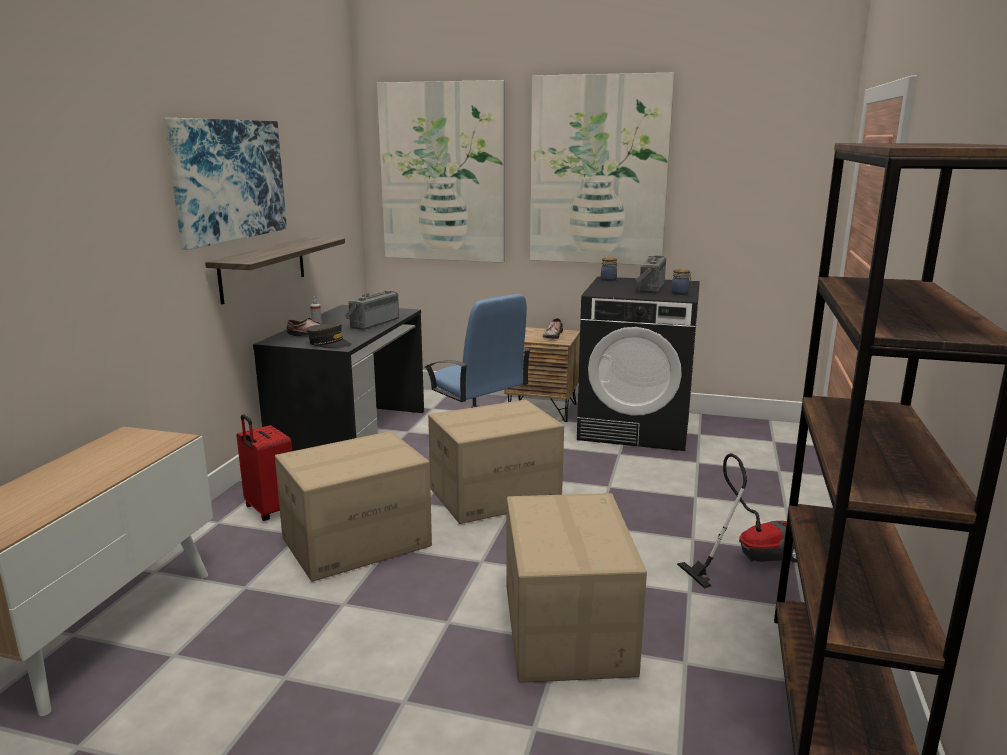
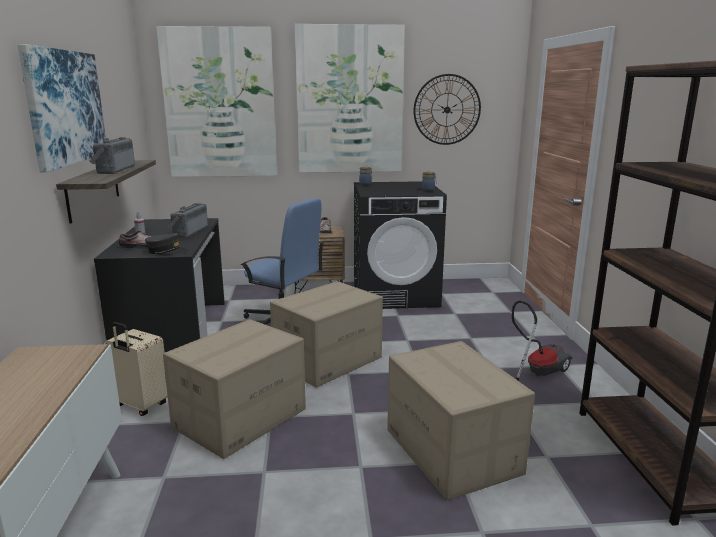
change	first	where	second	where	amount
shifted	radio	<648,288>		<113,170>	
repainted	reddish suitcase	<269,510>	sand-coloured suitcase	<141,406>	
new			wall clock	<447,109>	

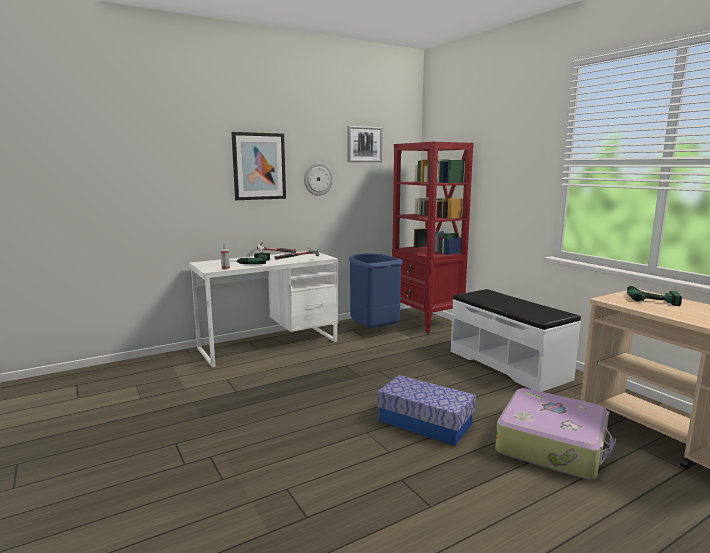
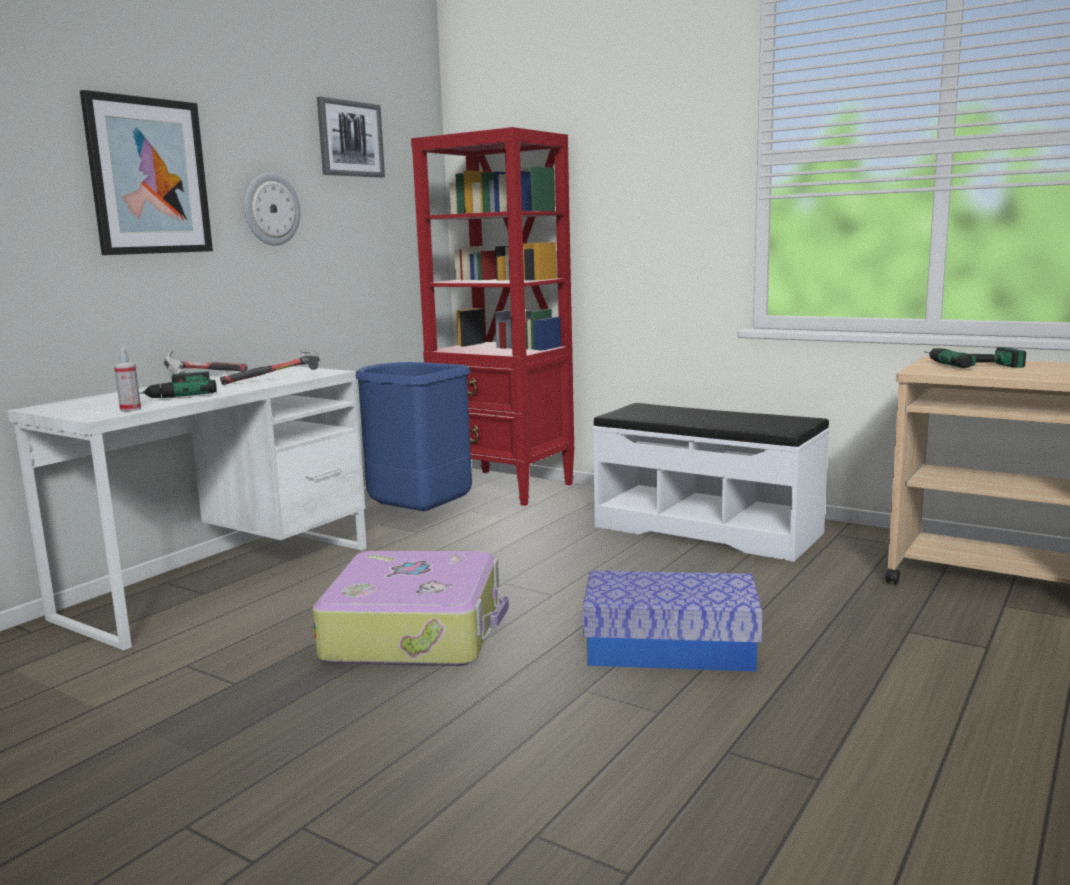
change	first	where	second	where	amount
shifted	suitcase	<552,445>		<416,631>	

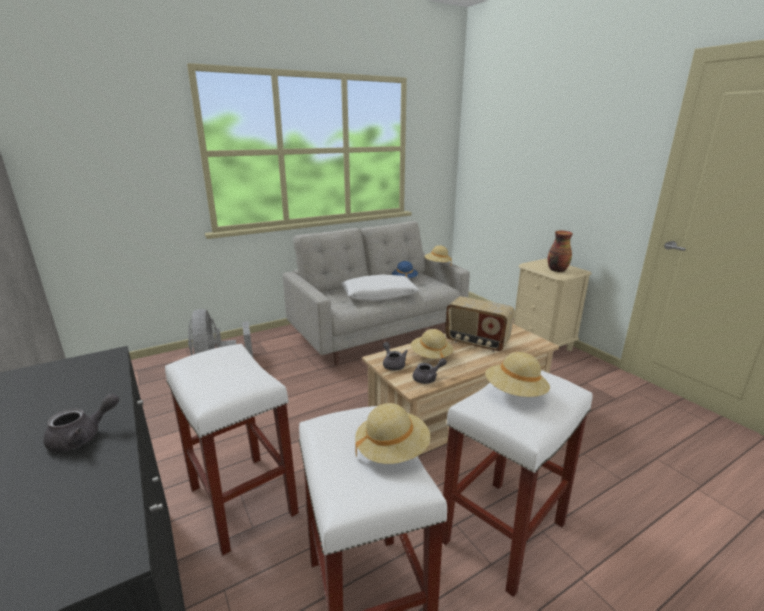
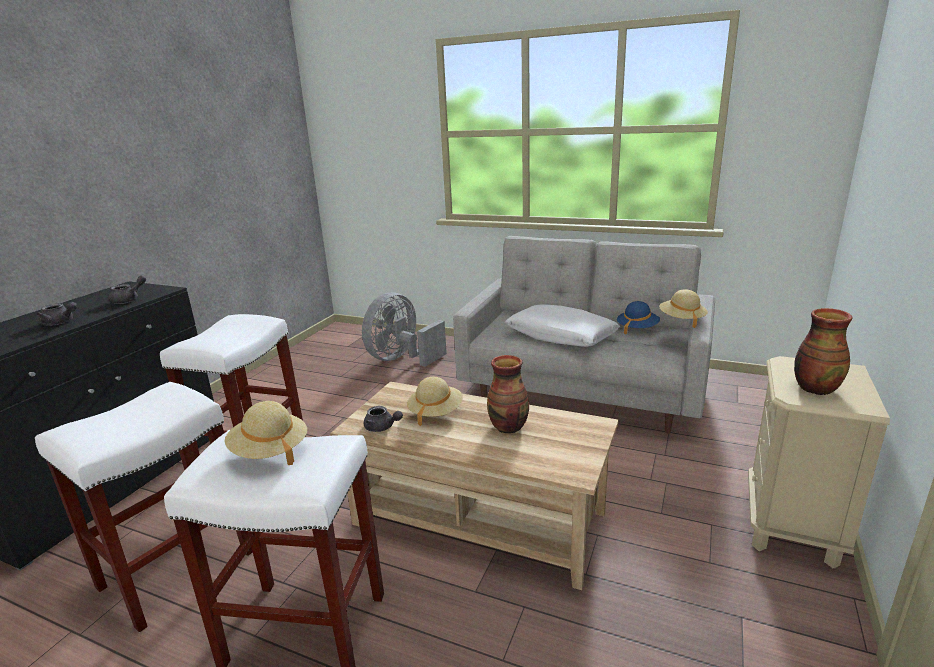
change	first	where	second	where	amount
shifted	grey pot for tea	<393,364>		<129,300>	
swapped	radio	<476,343>	flower vase	<509,427>	
gone	sand-coloured hat	<392,451>			

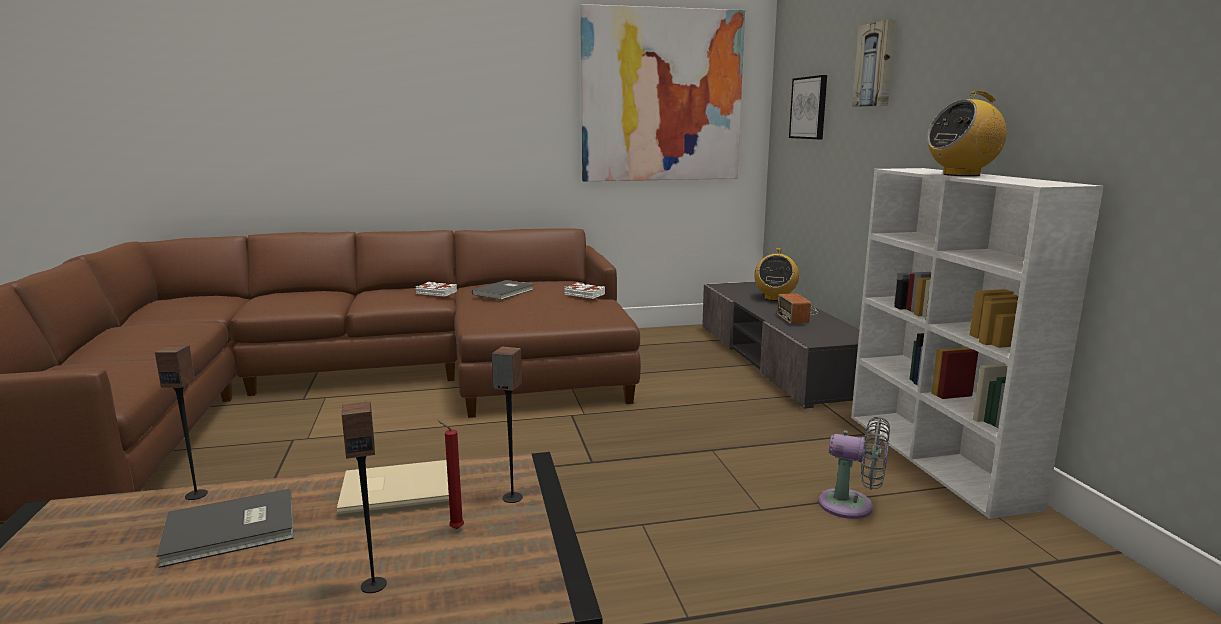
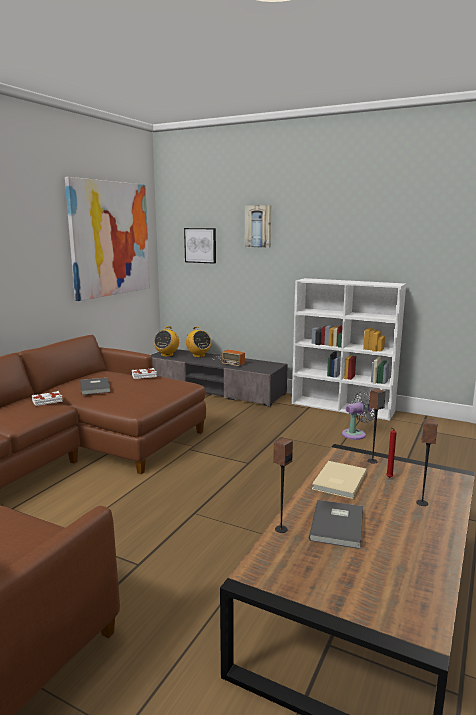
change	first	where	second	where	amount
shifted	radio	<961,175>		<167,355>	

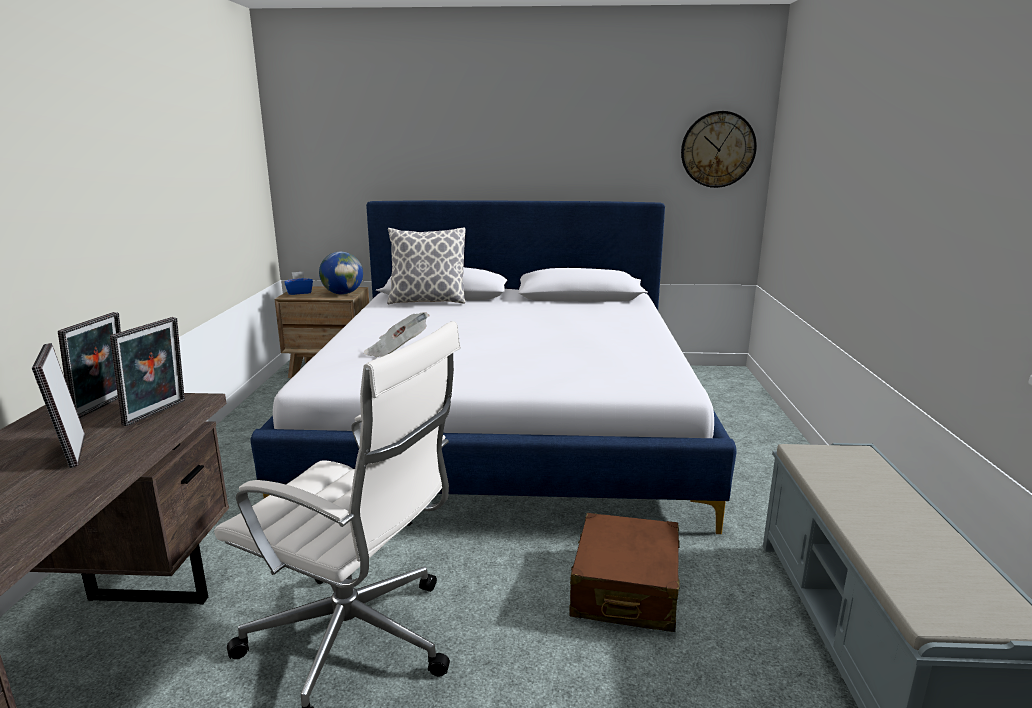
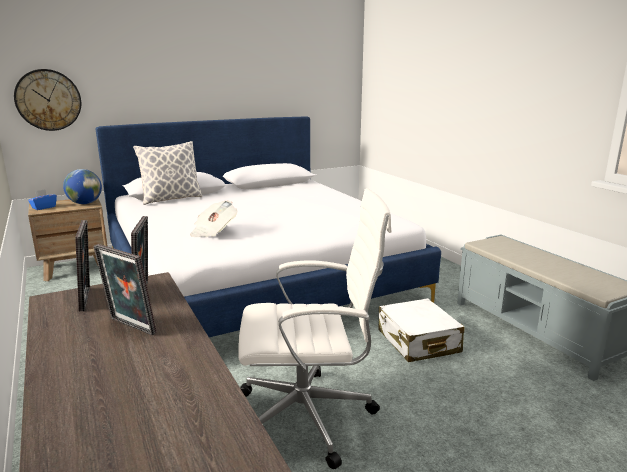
change	first	where	second	where	amount
shifted	wall clock	<718,149>		<48,100>	
repainted	brown-coloured suitcase	<625,589>	white-coloured suitcase	<418,341>	

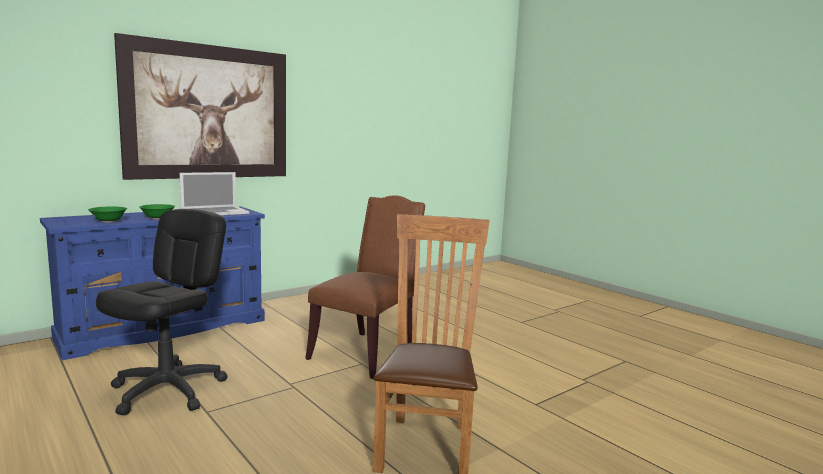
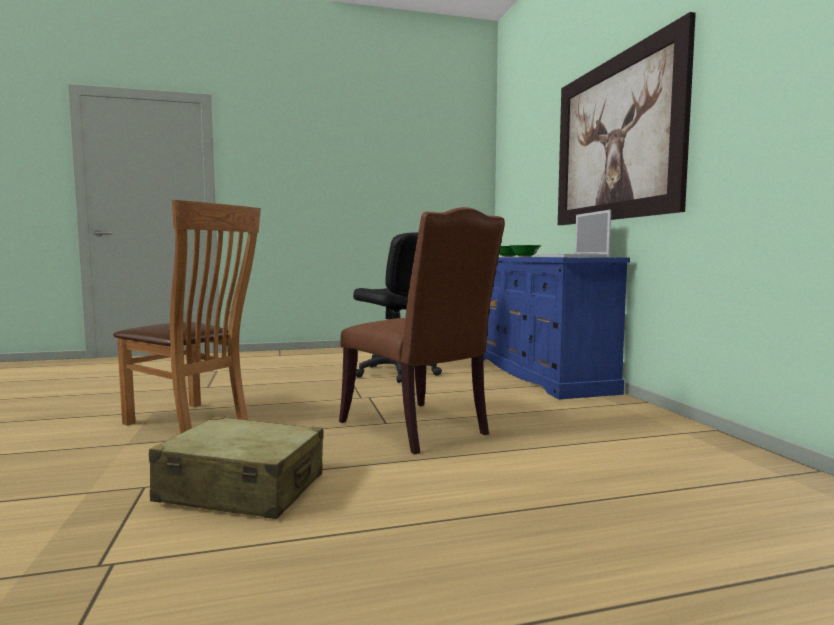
change	first	where	second	where	amount
new			sand-coloured suitcase	<242,489>	

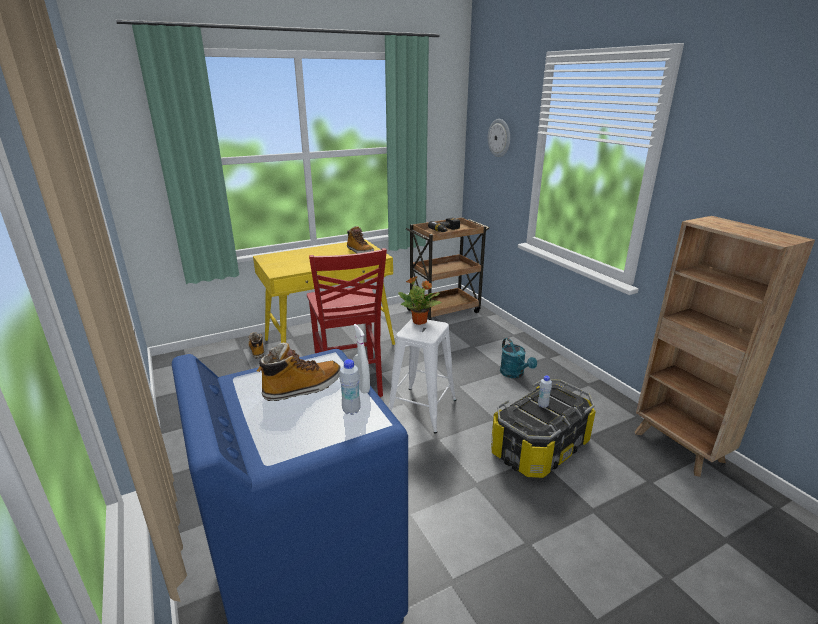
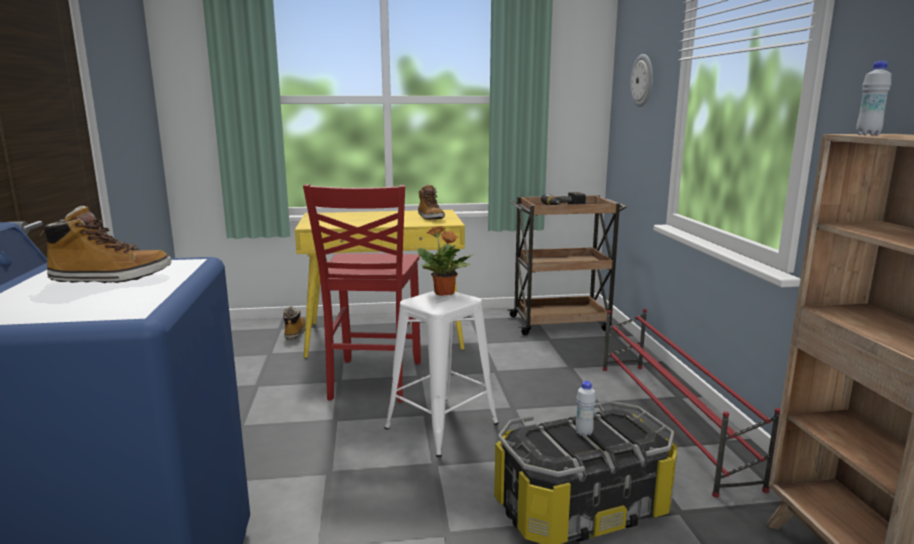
change	first	where	second	where	amount
new			reddish shoe rack	<670,420>	
shifted	white-coloured drink bottle	<351,410>		<867,135>	
gone	white-coloured sprayer	<362,387>			
gone	turquoise watering pot	<514,374>			

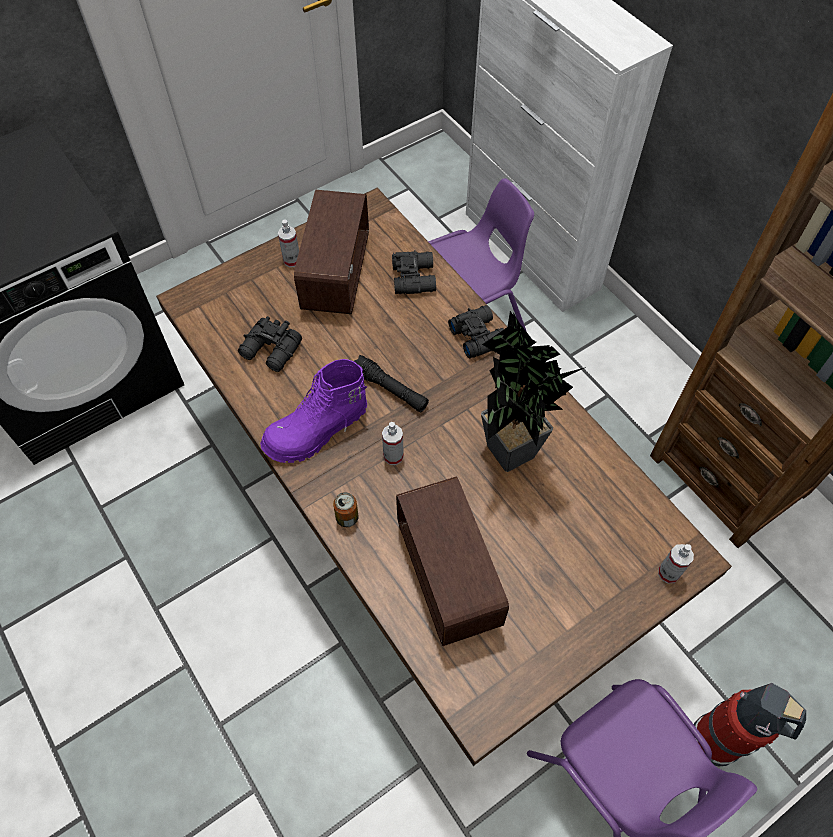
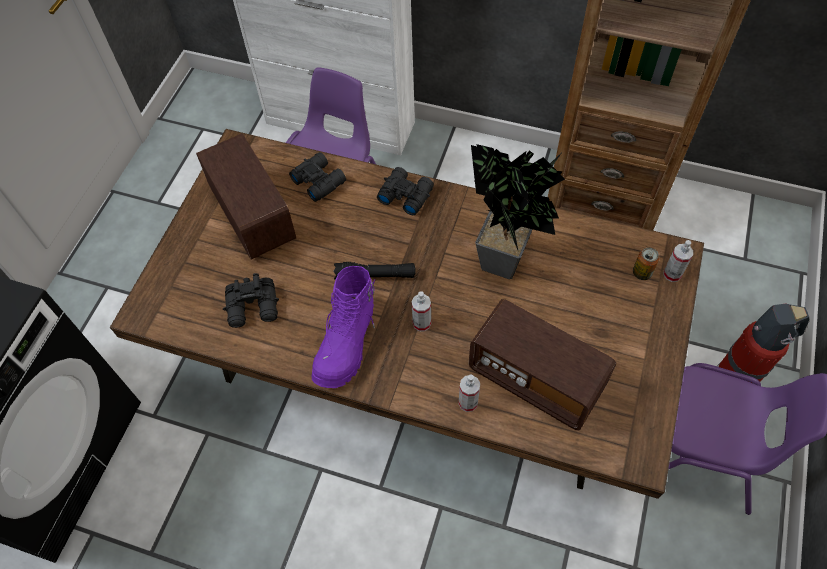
change	first	where	second	where	amount
shifted	sprayer	<292,260>		<468,402>	
shifted	can	<347,518>		<642,273>	

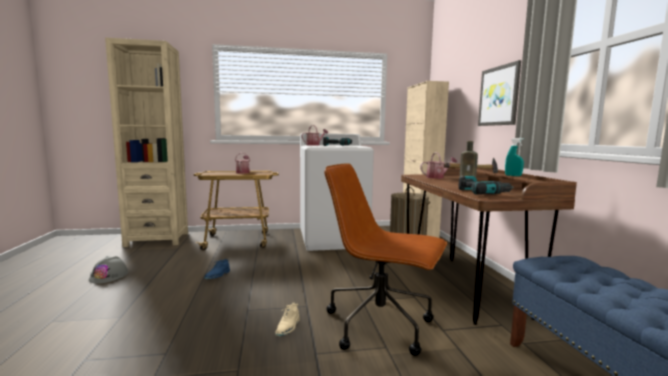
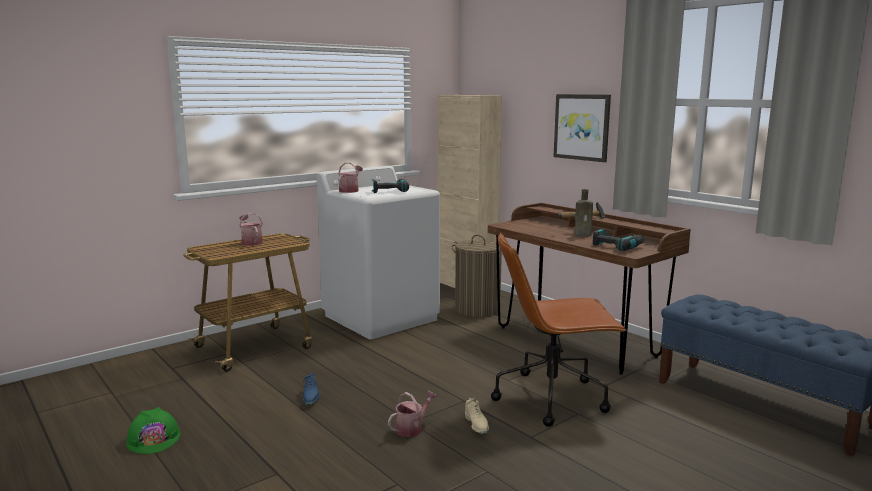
change	first	where	second	where	amount
repainted	grey work helmet	<109,276>	green work helmet	<154,439>	
shifted	watering pot	<437,177>		<412,428>	
gone	sand-coloured bookcase	<157,239>			
gone	turquoise sprayer	<513,175>			

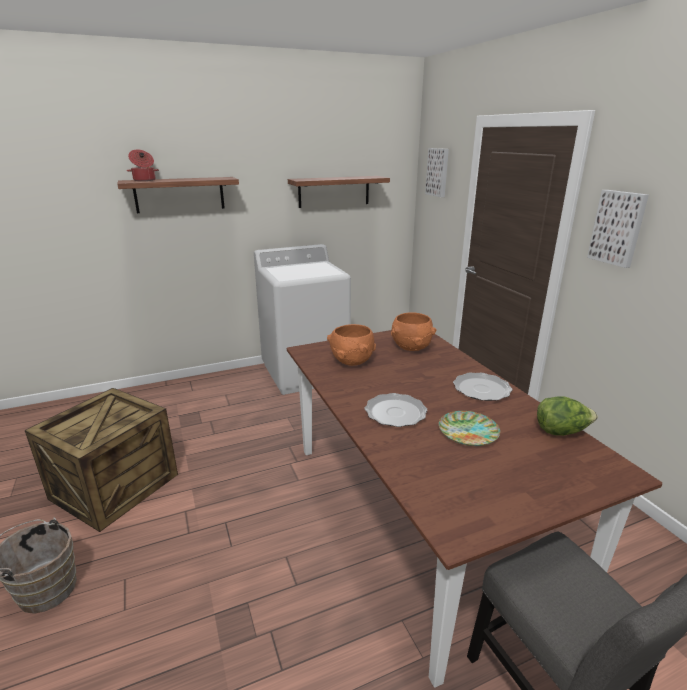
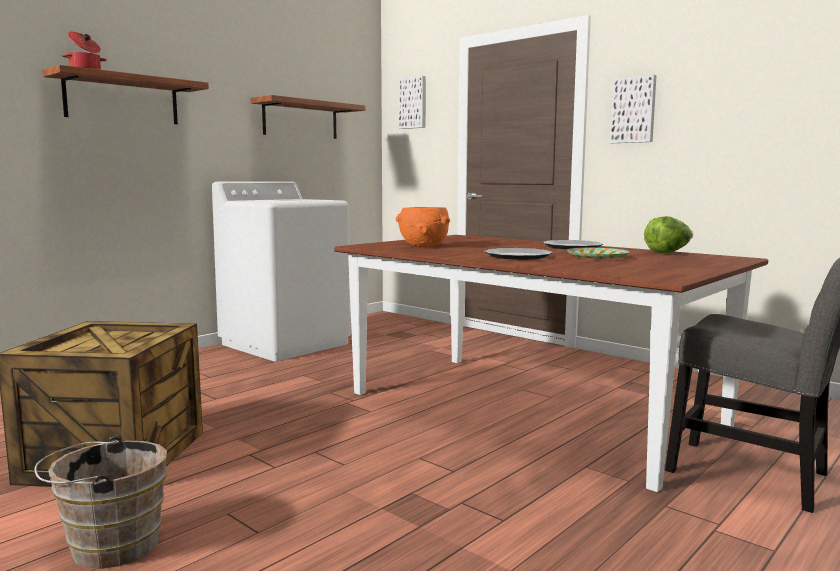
change	first	where	second	where	amount
gone	orange-coloured deep dish	<411,347>			

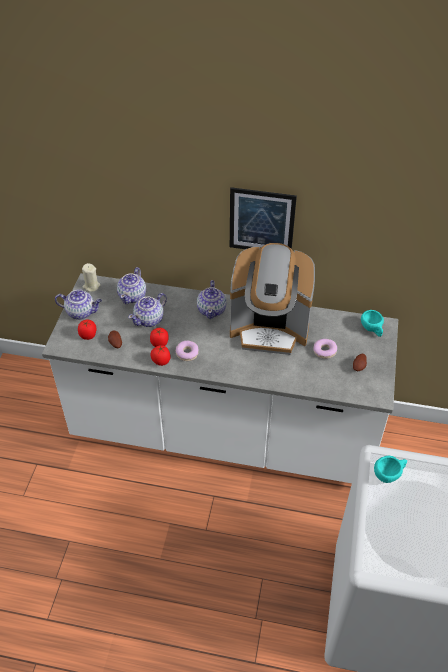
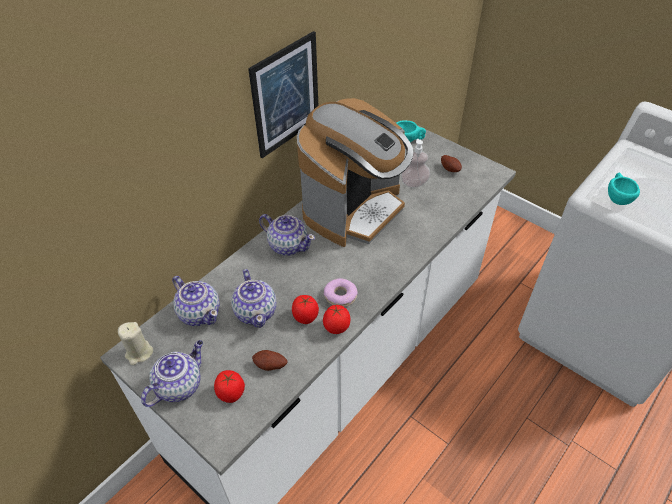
change	first	where	second	where	amount
swapped	donut	<324,351>	soap bottle	<414,183>	

